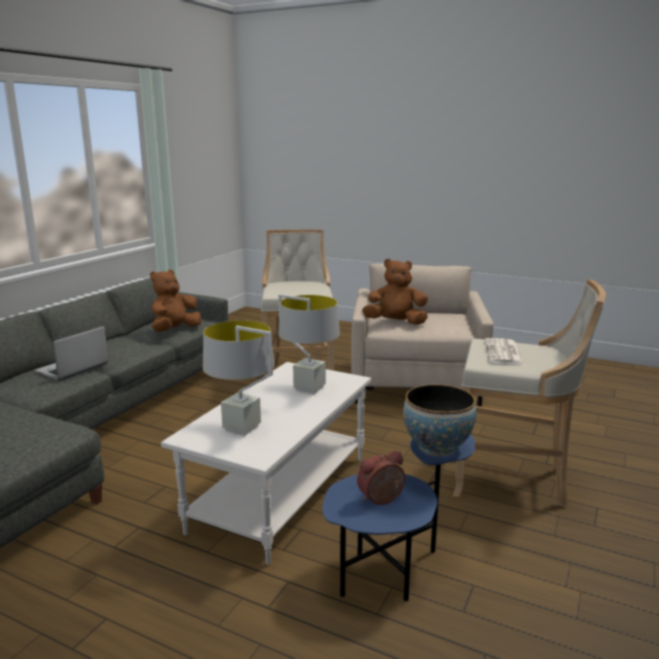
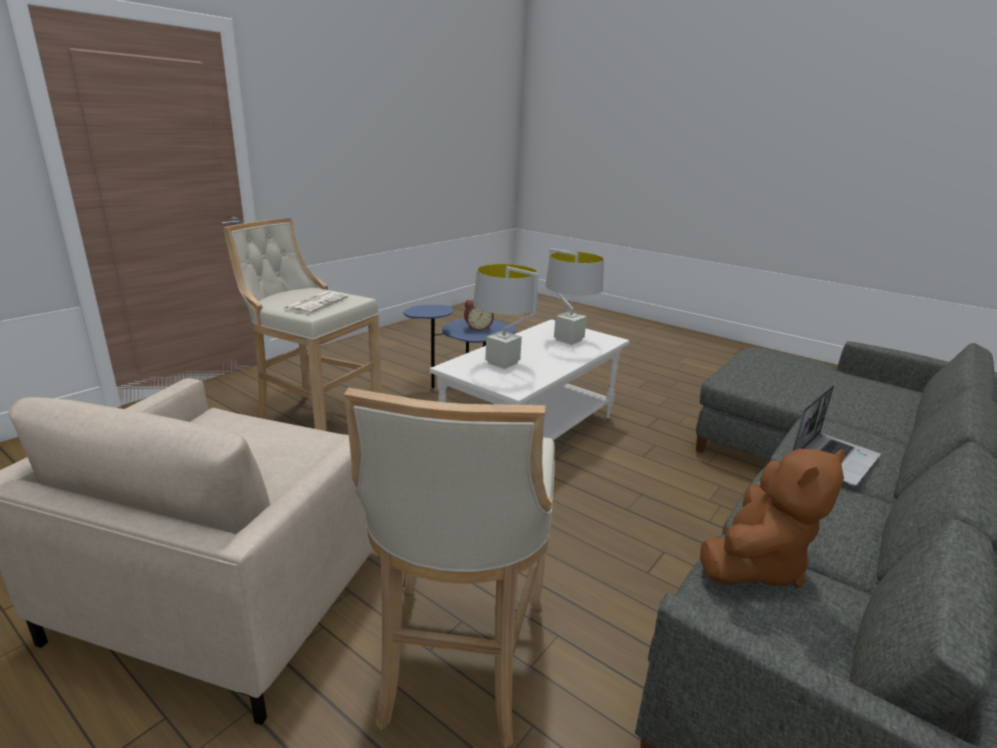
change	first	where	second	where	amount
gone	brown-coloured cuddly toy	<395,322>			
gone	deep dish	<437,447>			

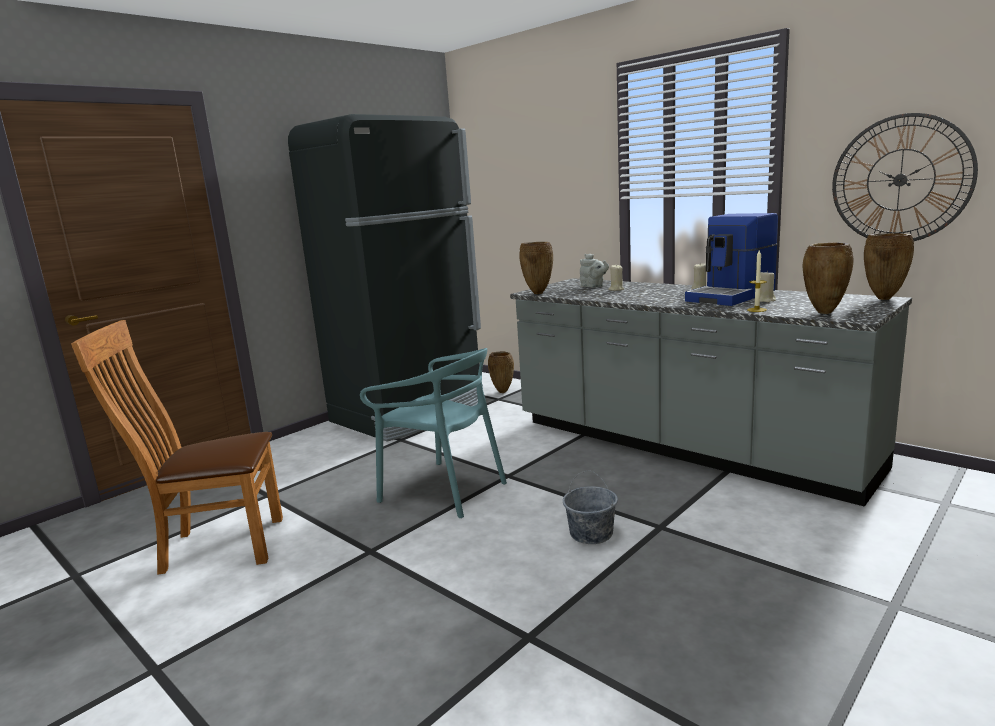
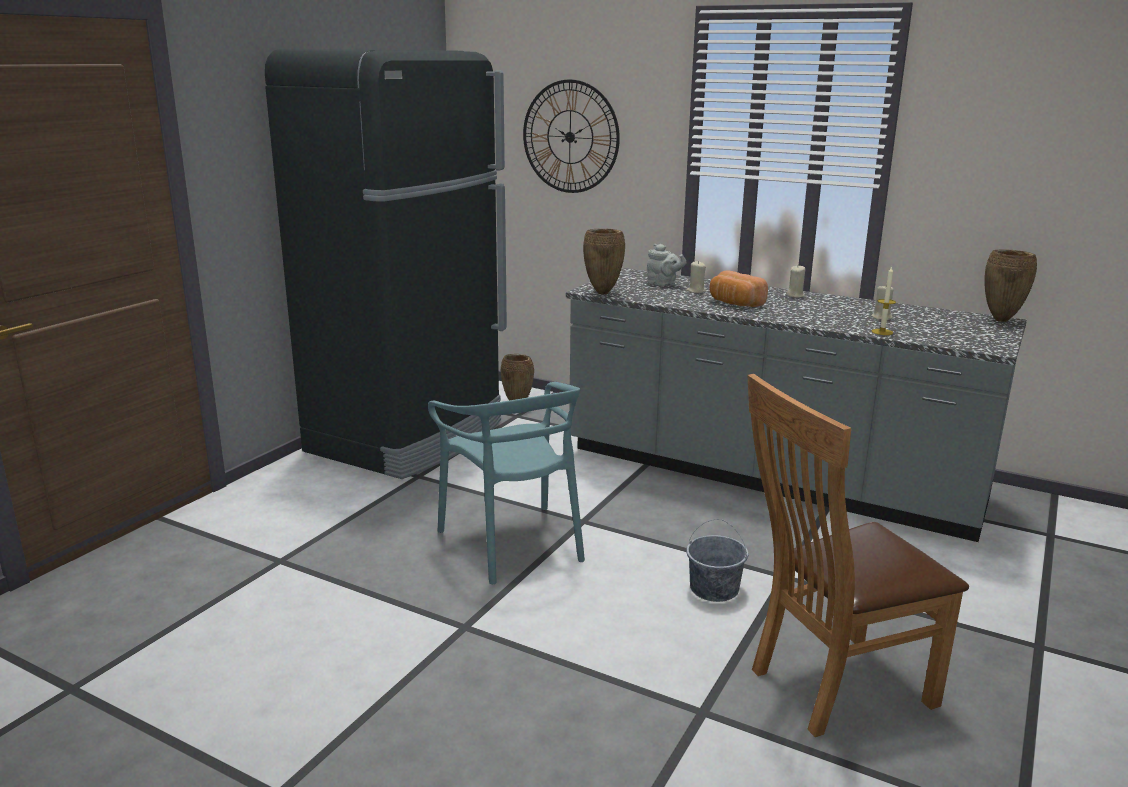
change	first	where	second	where	amount
rotated	turquoise upright chair	<444,490>		<513,543>	45 degrees clockwise
shifted	wall clock	<900,180>		<570,137>	
new			bread	<734,303>	
shifted	brown-coloured upright chair	<215,546>		<831,686>	
gone	coffee machine	<732,296>			
gone	brown-coloured flower vase	<823,313>			

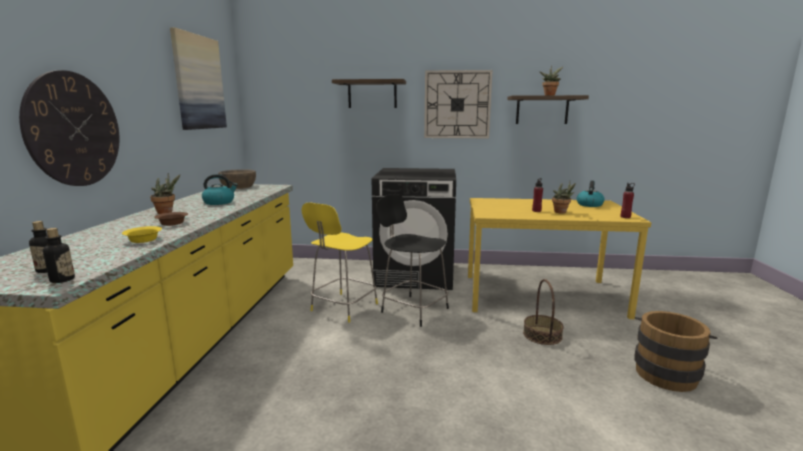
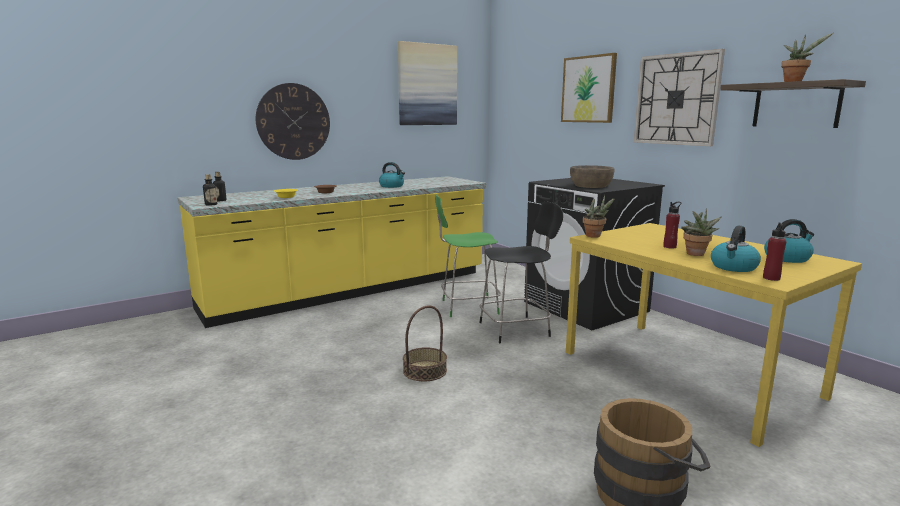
change	first	where	second	where	amount
shifted	basket	<542,335>		<425,371>	
repainted	yellowish upright chair	<343,308>	green upright chair	<467,307>	
rotated	black upright chair	<413,309>		<516,329>	75 degrees clockwise
swapped	shelf	<372,94>	wall art	<588,89>	
shifted	brown-coloured deep dish	<238,186>		<590,185>	
shifted	plant in a pot	<167,212>		<595,236>	
new			tea kettle	<733,267>	

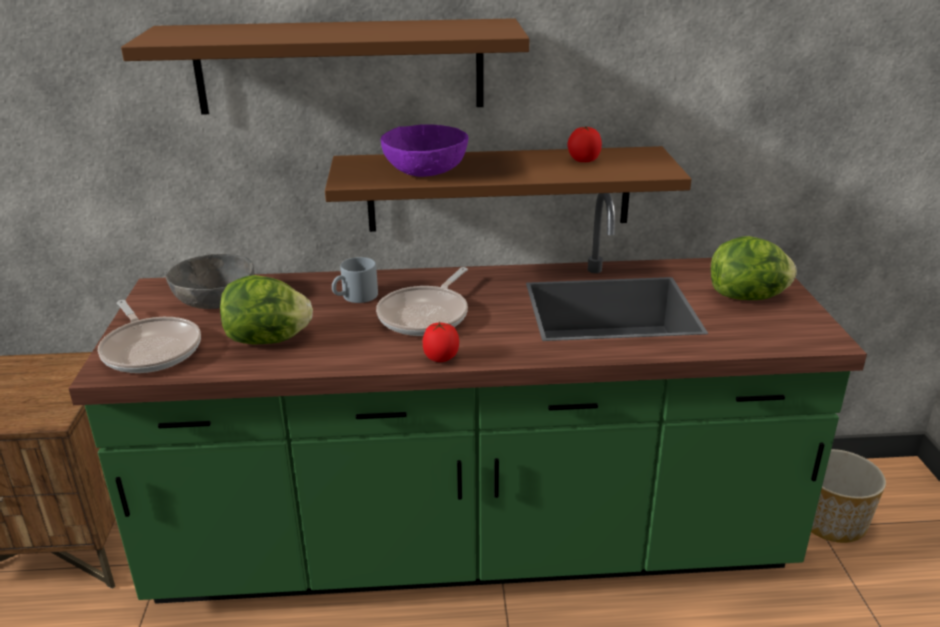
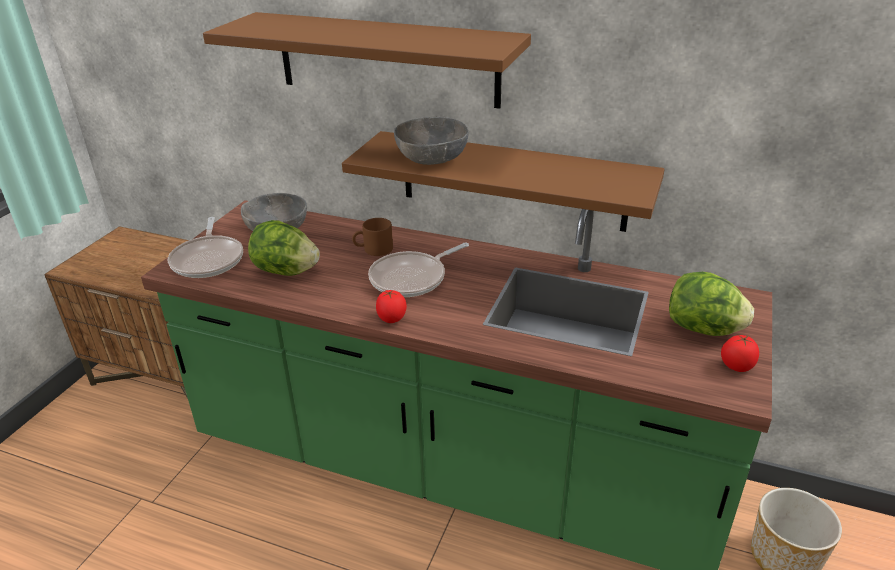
change	first	where	second	where	amount
repainted	grey mug	<355,297>	brown-coloured mug	<373,250>	
repainted	purplish deep dish	<425,171>	grey deep dish	<432,158>	
shifted	tomato	<583,161>		<735,367>	

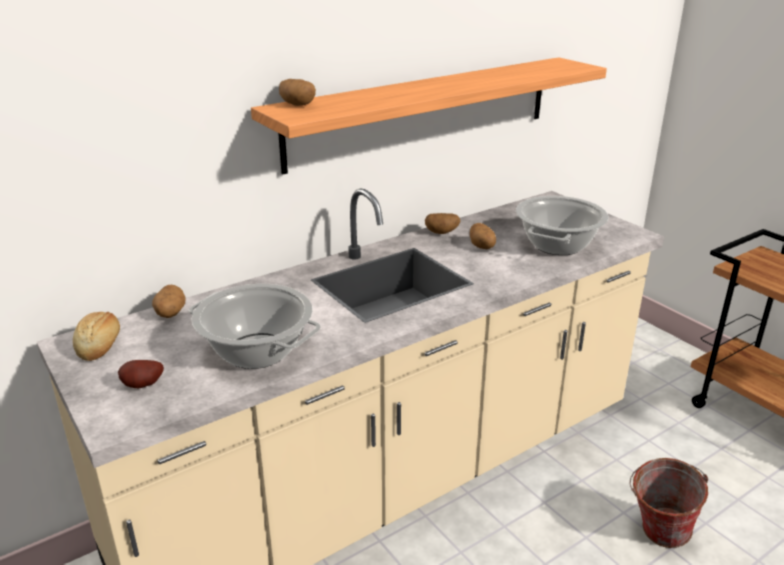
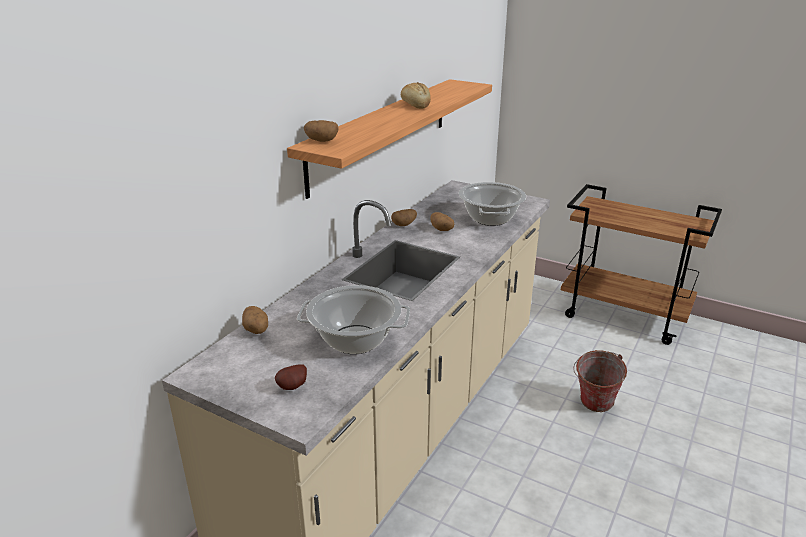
change	first	where	second	where	amount
shifted	bread	<100,346>		<415,105>	

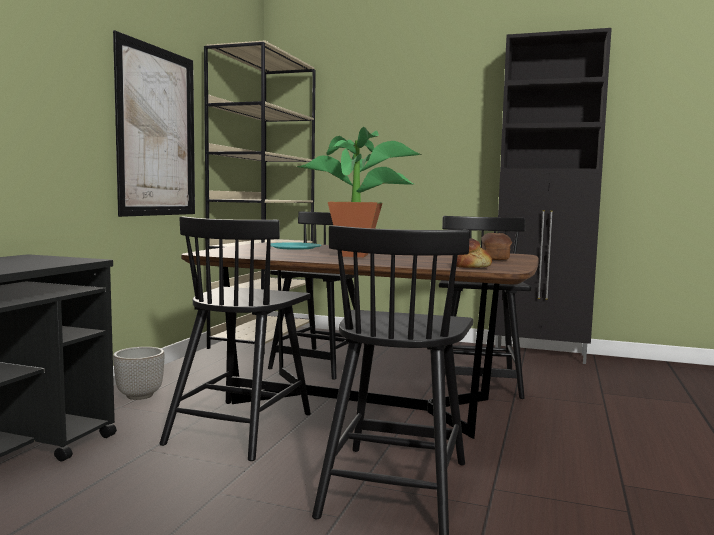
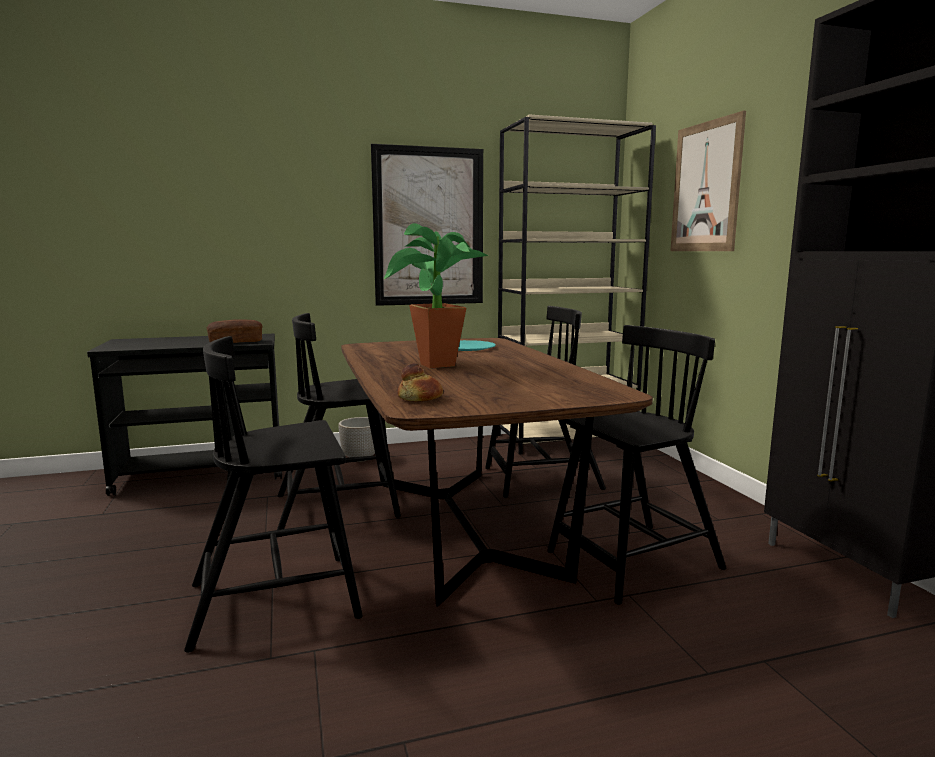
change	first	where	second	where	amount
shifted	bread	<495,258>		<236,342>	
new			wall art	<706,187>	

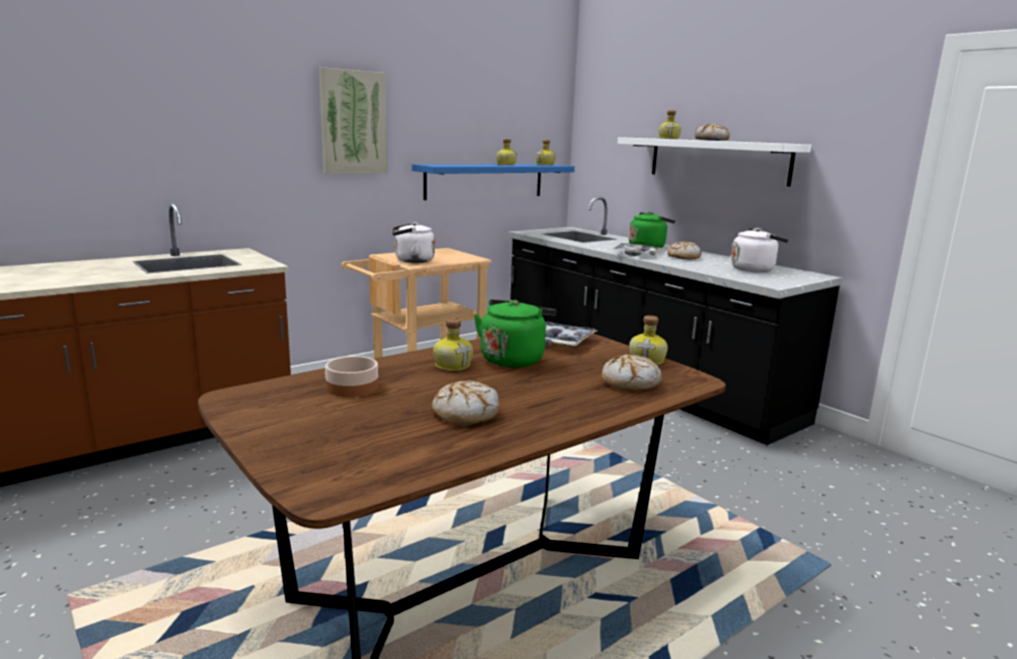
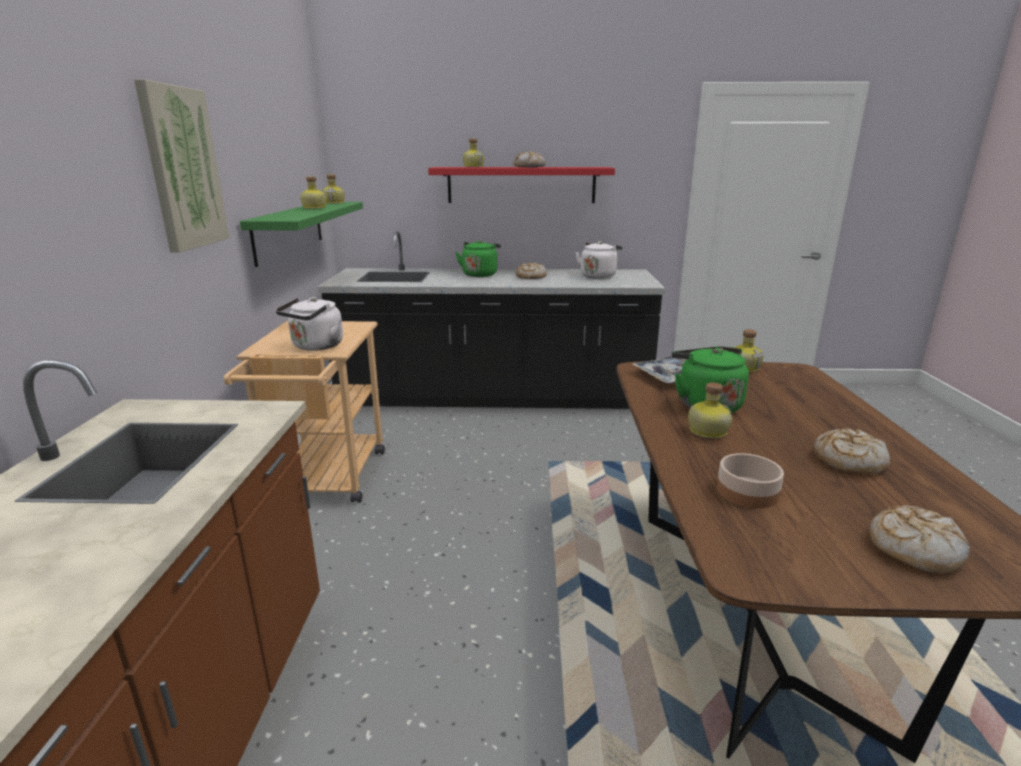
change	first	where	second	where	amount
repainted	blue shelf	<485,181>	green shelf	<289,230>	
repainted	white-coloured shelf	<717,160>	reddish shelf	<521,185>	
shifted	bread	<631,382>		<913,548>	
gone	serving tray	<636,254>			

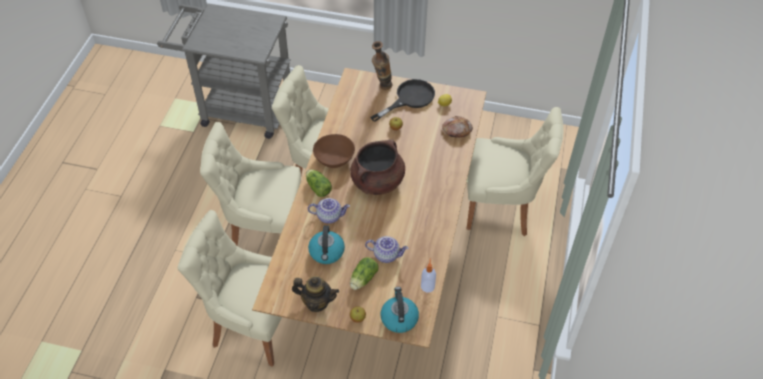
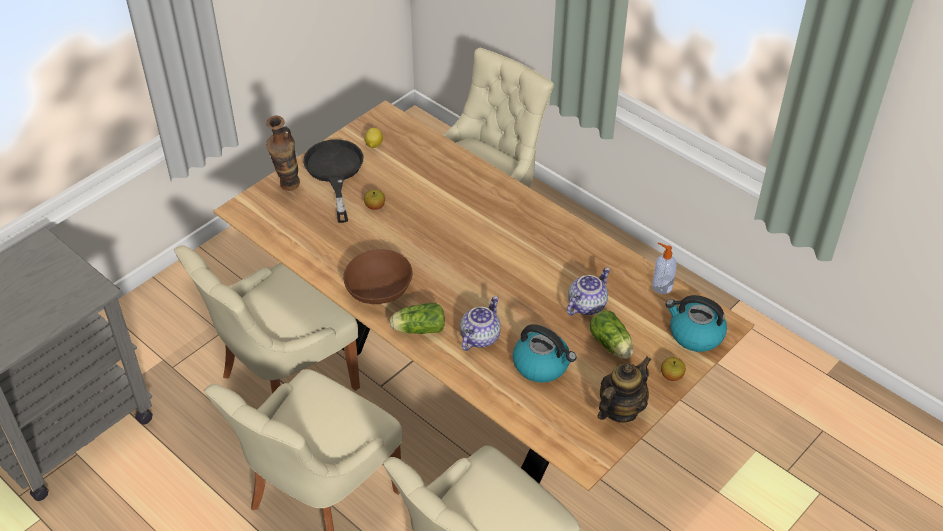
change	first	where	second	where	amount
gone	brown-coloured cooking pot	<377,182>			
gone	bread	<456,130>			

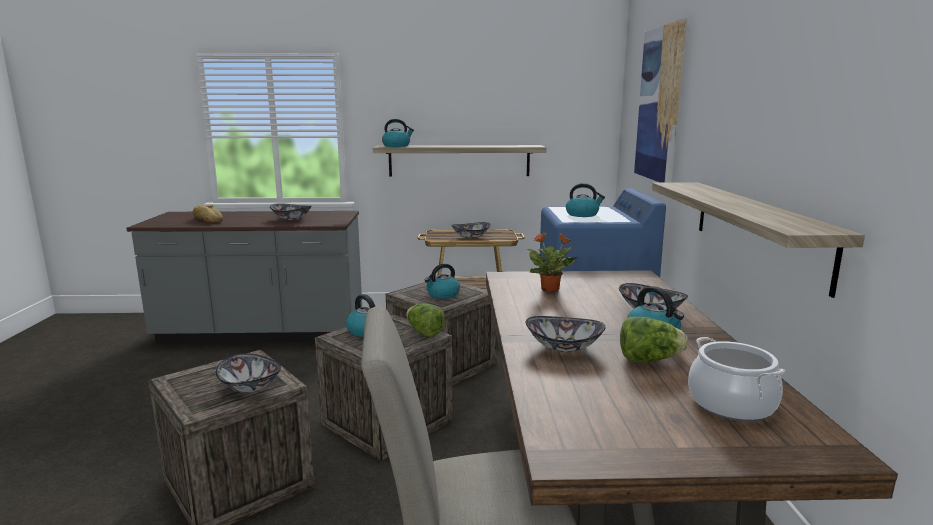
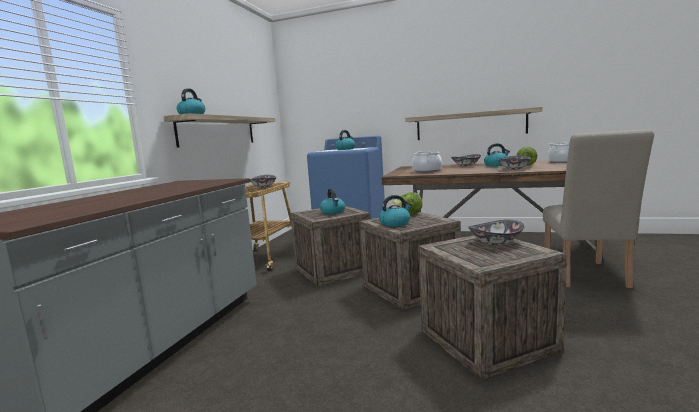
change	first	where	second	where	amount
swapped	plant in a pot	<551,290>	cooking pot	<427,171>	
gone	bread	<208,220>			
gone	deep dish	<292,219>			
gone	wall art	<660,104>			

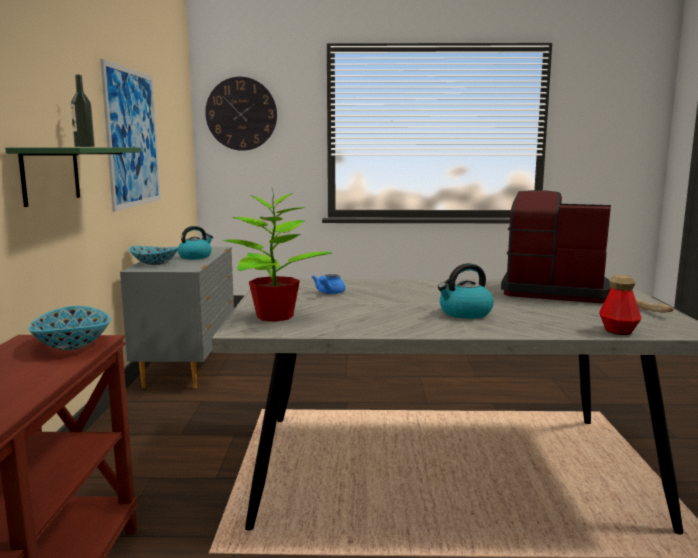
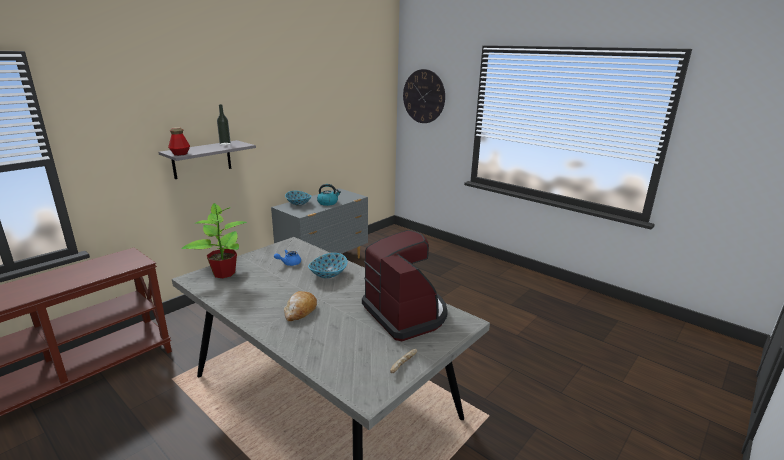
change	first	where	second	where	amount
repainted	green shelf	<51,174>	grey shelf	<202,159>	
shifted	drink bottle	<618,331>		<180,154>	
swapped	tea kettle	<465,313>	bread	<300,311>	
shifted	deep dish	<71,345>		<328,274>	
gone	wall art	<133,138>			

